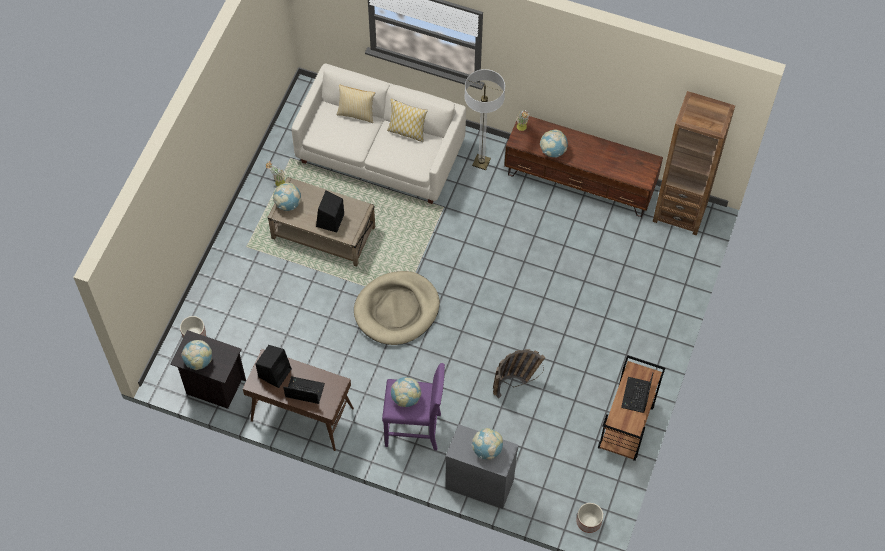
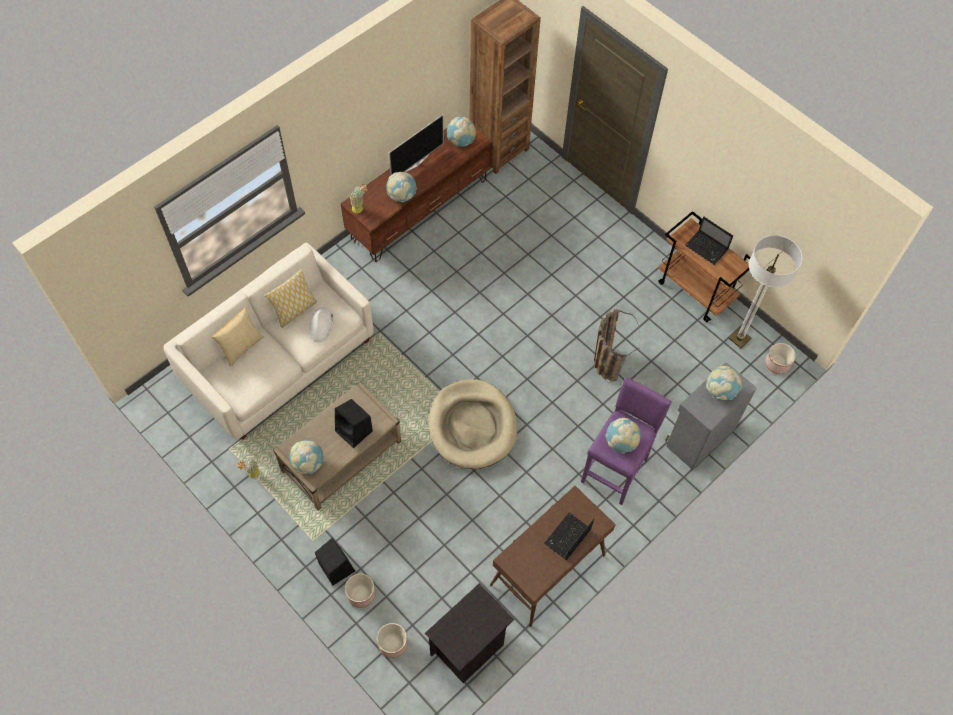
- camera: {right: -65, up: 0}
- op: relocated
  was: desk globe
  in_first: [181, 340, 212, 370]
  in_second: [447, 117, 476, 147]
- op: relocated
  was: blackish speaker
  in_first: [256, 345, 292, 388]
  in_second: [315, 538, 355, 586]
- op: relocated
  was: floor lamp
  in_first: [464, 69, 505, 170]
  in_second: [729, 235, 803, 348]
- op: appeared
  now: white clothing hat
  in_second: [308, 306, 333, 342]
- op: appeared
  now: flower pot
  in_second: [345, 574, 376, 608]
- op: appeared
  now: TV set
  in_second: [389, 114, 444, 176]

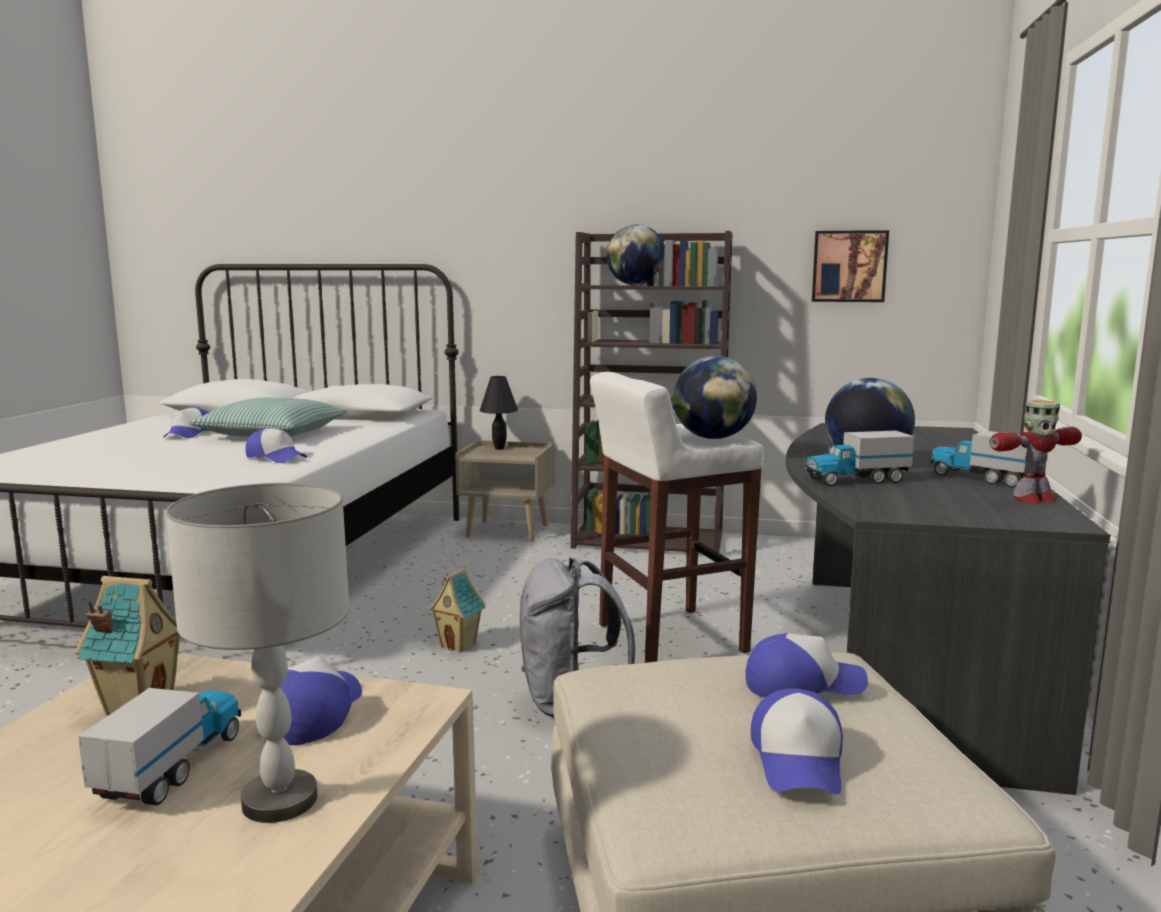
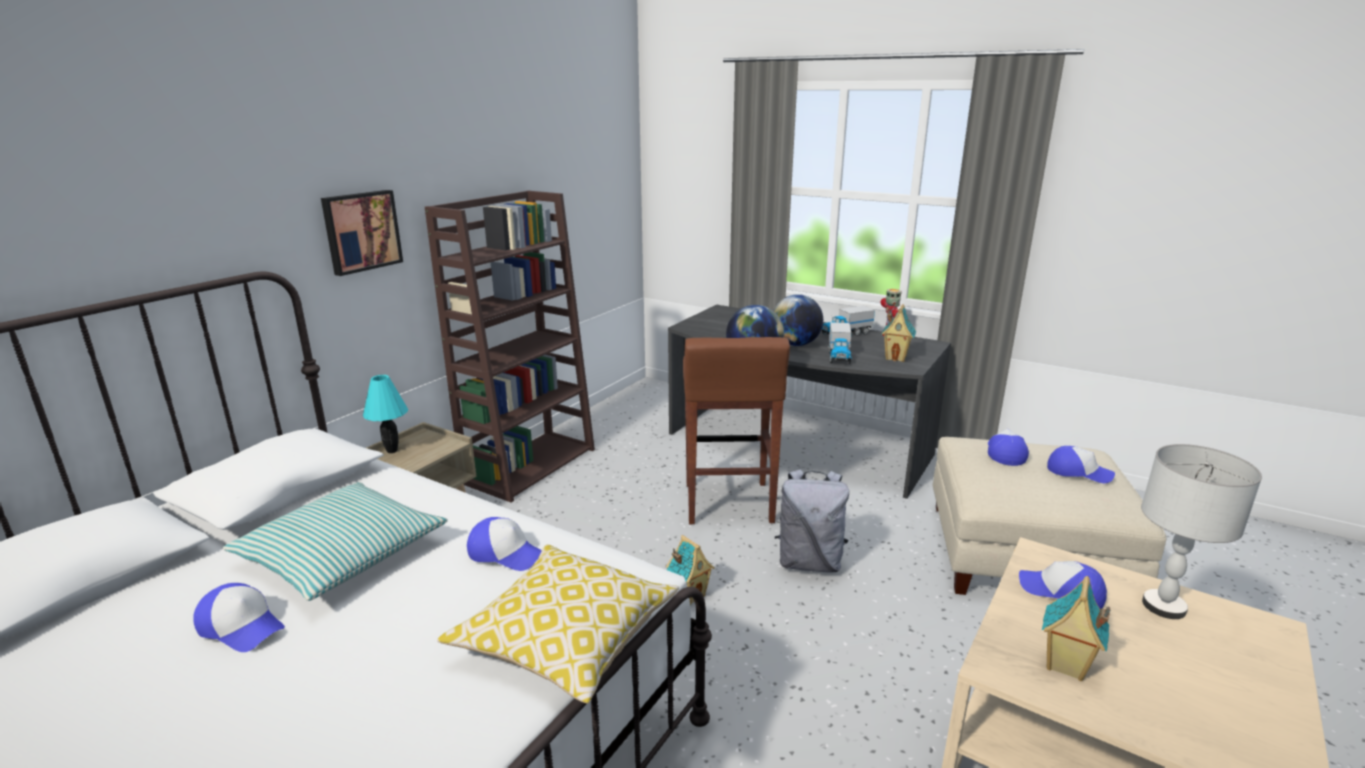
- camera: {right: -70, up: 10}
- op: missing
  was: model truck
  in_first: [78, 678, 241, 805]
- op: spun
  was: cap
  in_first: [245, 428, 307, 463]
  in_second: [467, 517, 542, 571]
  clockwise: 60
- op: colour
  was: blackish table lamp
  now: blue-green table lamp
  in_first: [480, 376, 518, 450]
  in_second: [363, 375, 408, 453]
- op: colour
  was: white stool seat
  now: brown stool seat
  in_first: [590, 372, 764, 663]
  in_second: [683, 337, 790, 524]
- op: missing
  was: desk globe
  in_first: [606, 225, 665, 285]
- op: relocated
  was: picture
  in_first: [812, 230, 889, 302]
  in_second: [321, 190, 403, 276]
- op: appeared
  now: throw pillow
  in_second: [437, 544, 679, 704]
- op: appeared
  now: toy house
  in_second: [882, 304, 916, 362]

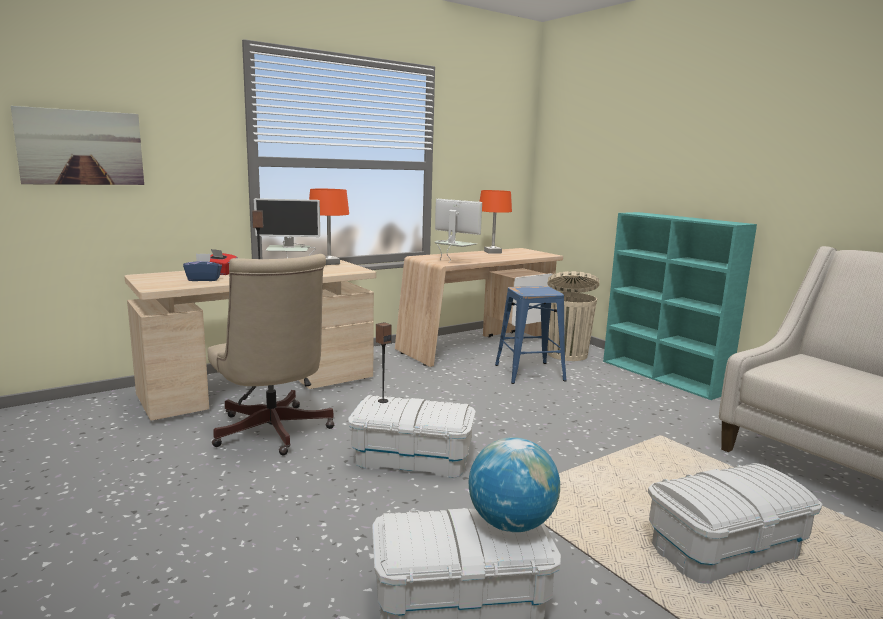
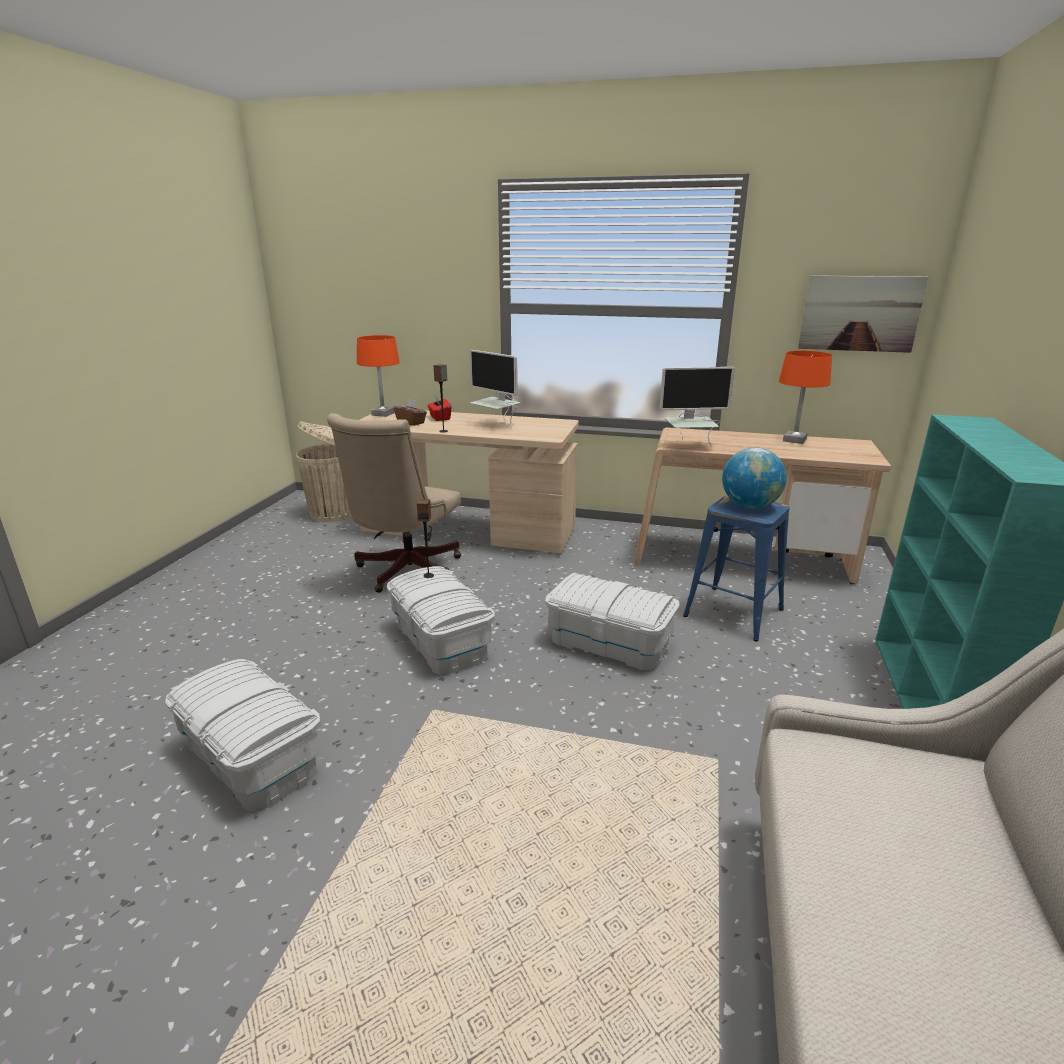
- camera: {right: 50, up: 10}
- op: relocated
  was: picture
  in_first: [11, 106, 144, 185]
  in_second: [798, 275, 928, 353]
- op: colour
  was: blue box of tissues
  now: brown box of tissues
  in_first: [183, 254, 222, 281]
  in_second: [394, 398, 427, 426]
- op: relocated
  was: orangey table lamp
  in_first: [309, 189, 349, 265]
  in_second: [357, 335, 400, 417]
- op: spun
  was: computer screen
  in_first: [435, 199, 482, 262]
  in_second: [659, 367, 735, 445]
  clockwise: 90
- op: relocated
  was: desk globe
  in_first: [469, 437, 560, 532]
  in_second: [722, 448, 787, 509]
- op: relocated
  was: sand-coloured trash can
  in_first: [547, 271, 599, 361]
  in_second: [296, 421, 352, 522]
- op: relocated
  was: white storage box
  in_first: [648, 463, 822, 584]
  in_second: [545, 573, 680, 671]

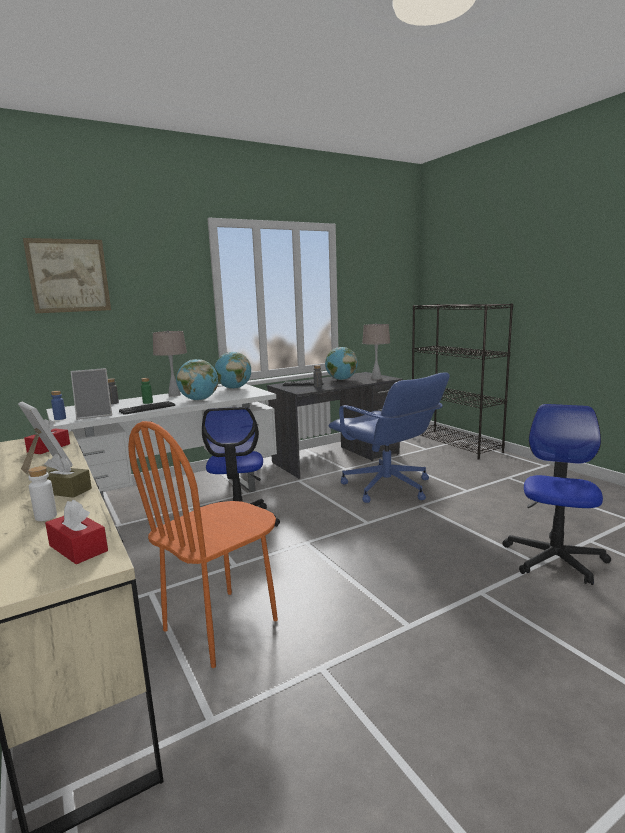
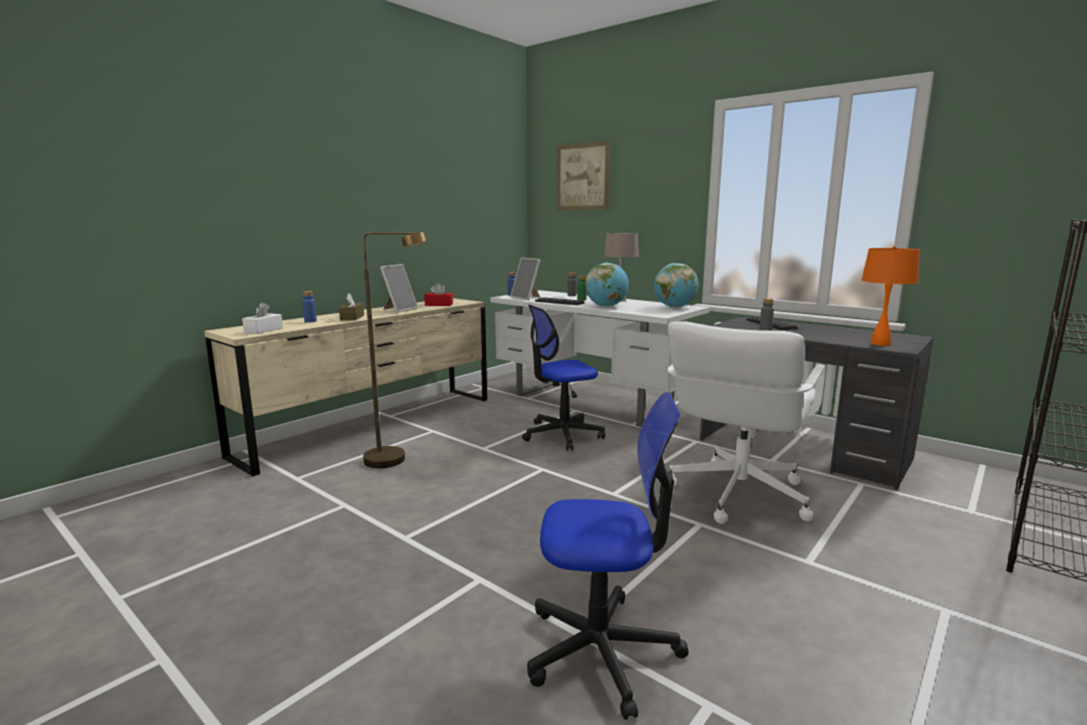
- camera: {right: 70, up: 0}
- op: colour
  was: white beverage bottle
  now: blue beverage bottle
  in_first: [28, 466, 57, 521]
  in_second: [302, 291, 317, 323]
- op: colour
  was: red-coloured box of tissues
  now: white box of tissues
  in_first: [45, 500, 108, 564]
  in_second: [242, 302, 283, 334]
- op: exchanged
  was: orangey chair
  now: brown floor lamp
  in_first: [128, 421, 278, 668]
  in_second: [363, 232, 427, 468]
- op: missing
  was: desk globe
  in_first: [325, 347, 358, 380]
- op: colour
  was: blue computer chair
  now: white computer chair
  in_first: [329, 373, 450, 503]
  in_second: [668, 321, 826, 524]
- op: colour
  was: sand-coloured table lamp
  now: orangey table lamp
  in_first: [362, 323, 390, 380]
  in_second: [862, 246, 920, 346]

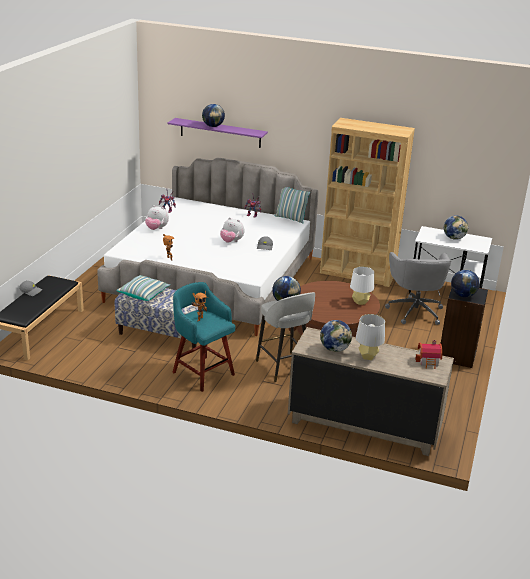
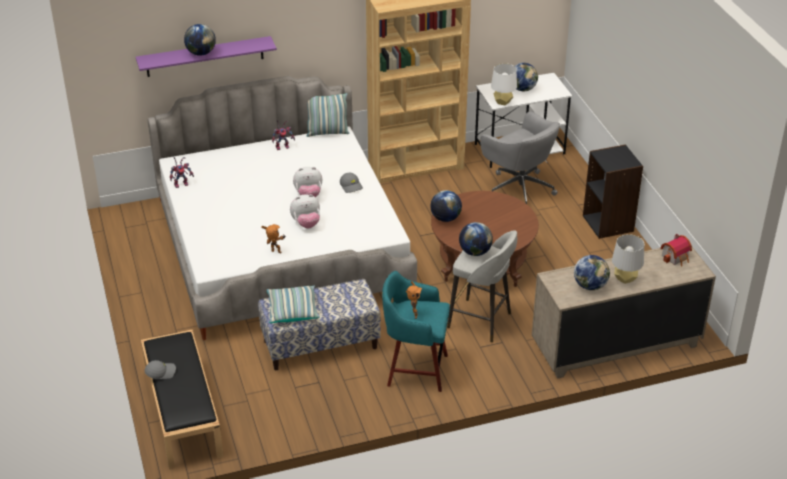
- camera: {right: -35, up: 10}
- op: relocated
  was: soft toy
  in_first: [145, 205, 169, 230]
  in_second: [290, 194, 320, 228]
- op: relocated
  was: white table lamp
  in_first: [350, 266, 374, 305]
  in_second: [491, 63, 517, 105]
- op: relocated
  was: desk globe
  in_first: [451, 270, 480, 297]
  in_second: [430, 190, 462, 222]

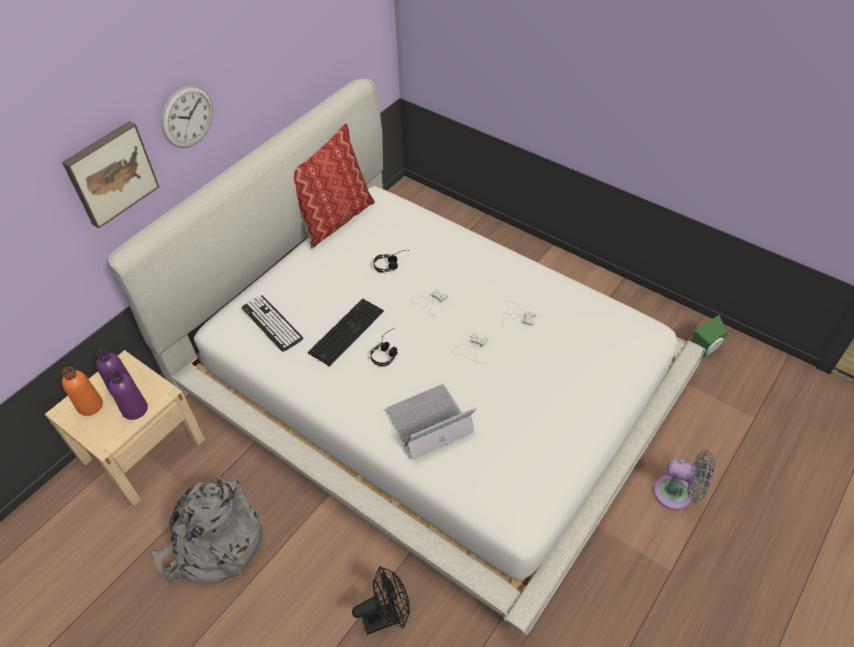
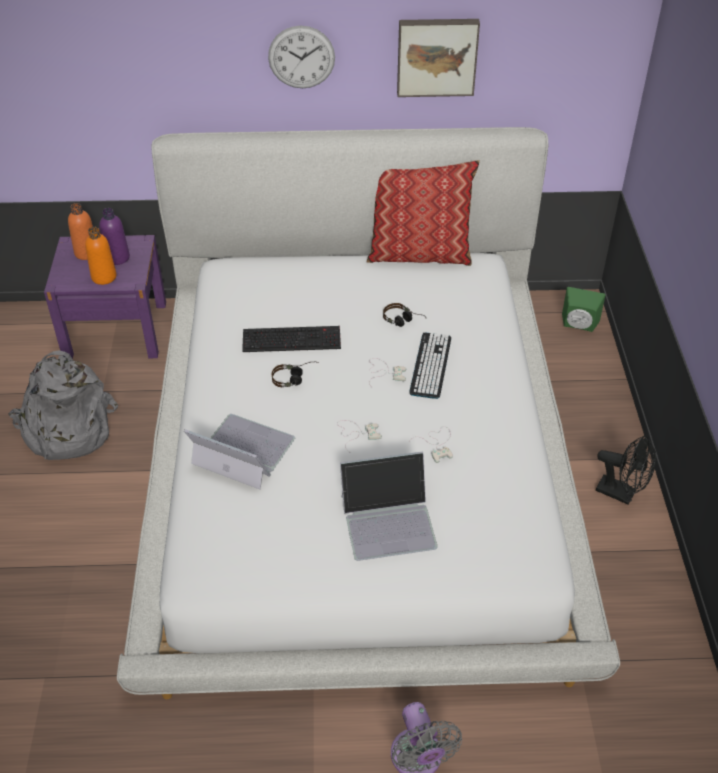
- camera: {right: 50, up: -5}
- op: colour
  was: sand-coloured bedside table
  now: purple-coloured bedside table
  in_first: [45, 350, 205, 506]
  in_second: [44, 235, 166, 359]
- op: relocated
  was: picture
  in_first: [62, 121, 159, 229]
  in_second: [397, 19, 480, 97]
- op: colour
  was: purple-coloured beverage bottle
  now: orangey beverage bottle
  in_first: [109, 371, 148, 420]
  in_second: [85, 227, 117, 285]
- op: relocated
  was: PC keyboard
  in_first: [242, 296, 303, 352]
  in_second: [409, 333, 451, 399]
- op: relocated
  was: blackish fan
  in_first: [352, 566, 410, 634]
  in_second: [596, 435, 656, 505]
- op: relocated
  was: green speaker
  in_first: [691, 315, 728, 358]
  in_second: [562, 287, 605, 332]
- op: appeared
  now: notebook computer
  in_second: [340, 451, 438, 561]

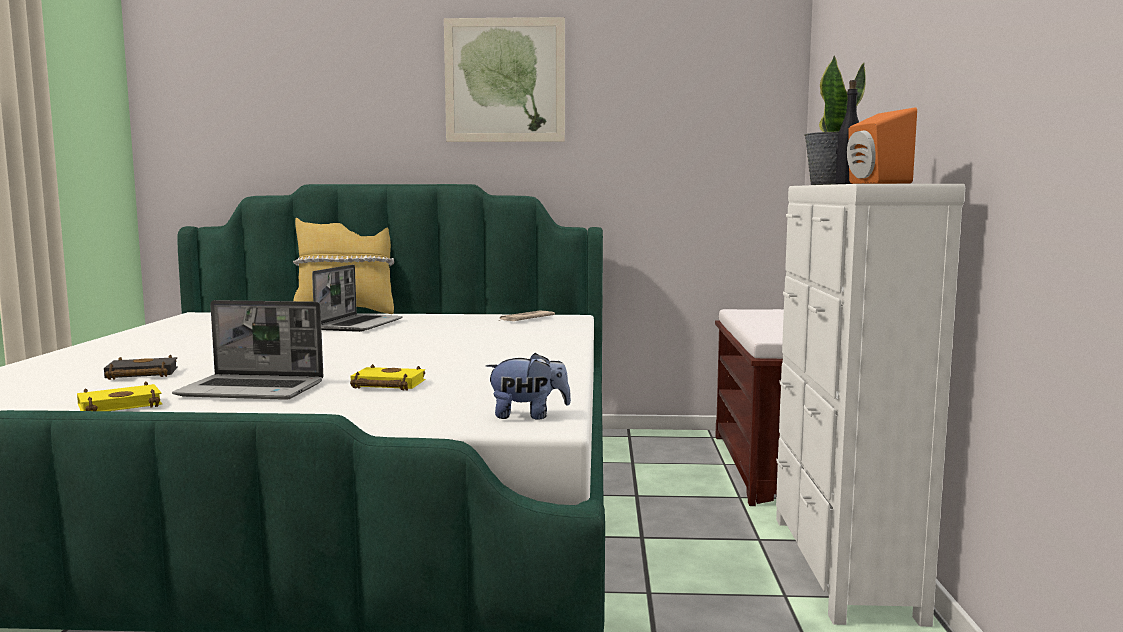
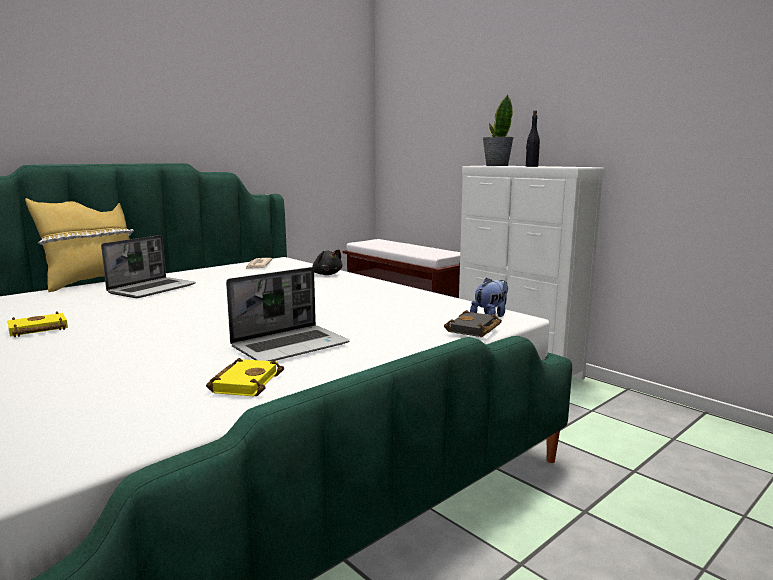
- camera: {right: -45, up: 5}
- op: relocated
  was: blackish volume
  in_first: [104, 355, 178, 380]
  in_second: [444, 310, 502, 337]
- op: spun
  was: notebook computer
  in_first: [312, 265, 403, 332]
  in_second: [101, 235, 196, 298]
  clockwise: 60
- op: relocated
  was: yellow-coloured volume
  in_first: [350, 364, 426, 391]
  in_second: [7, 312, 68, 337]
- op: missing
  was: picture
  in_first: [444, 17, 565, 142]
- op: missing
  was: orangey speaker
  in_first: [847, 107, 917, 184]
- op: appeared
  now: blackish soft toy
  in_second: [312, 249, 343, 275]

